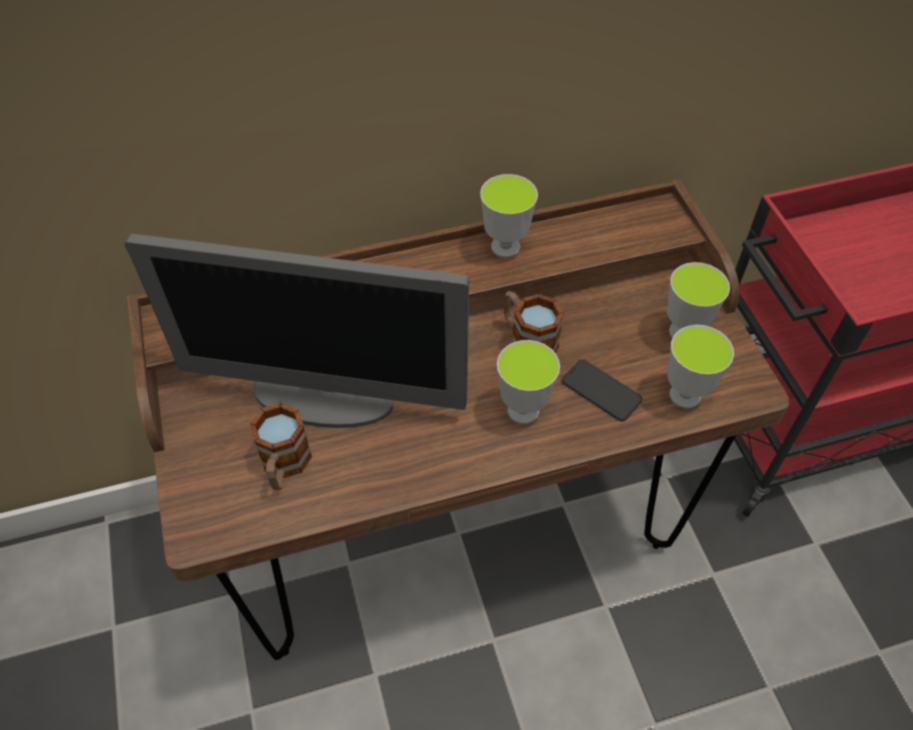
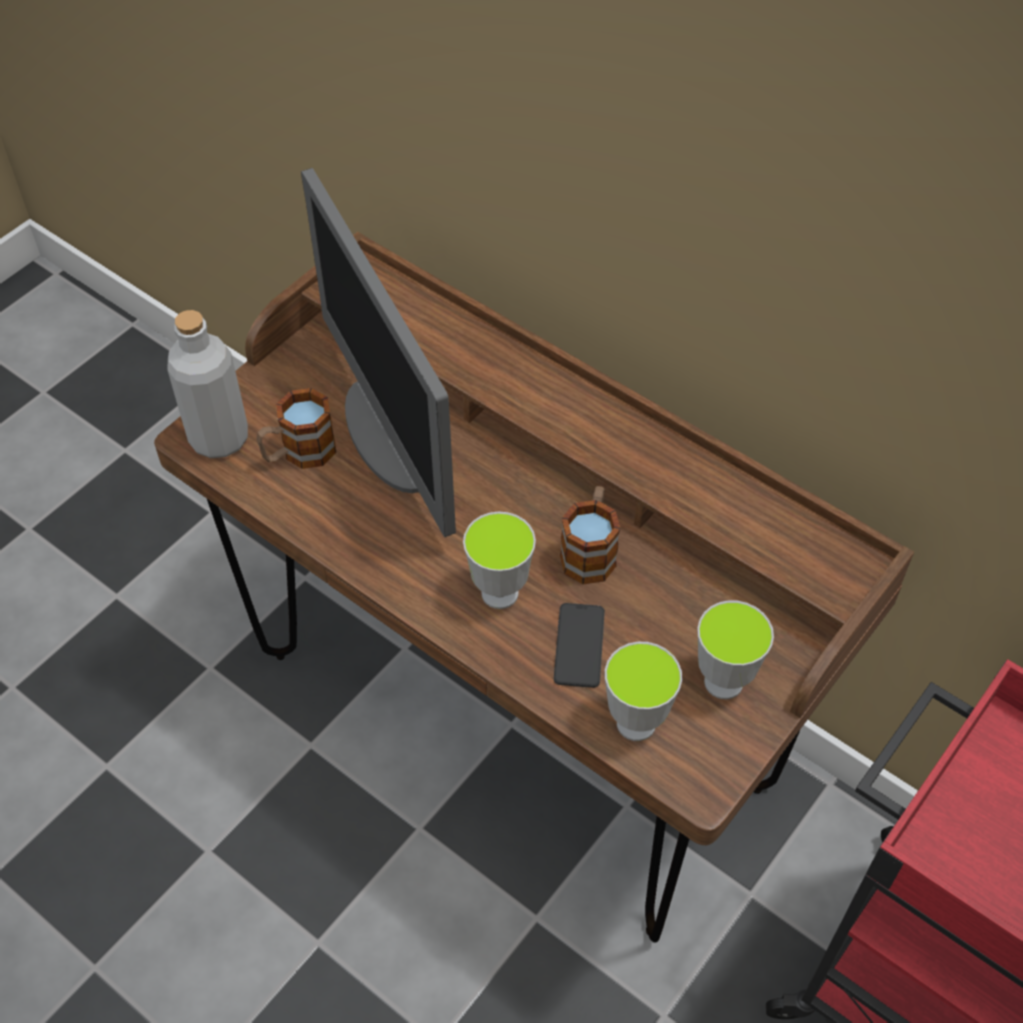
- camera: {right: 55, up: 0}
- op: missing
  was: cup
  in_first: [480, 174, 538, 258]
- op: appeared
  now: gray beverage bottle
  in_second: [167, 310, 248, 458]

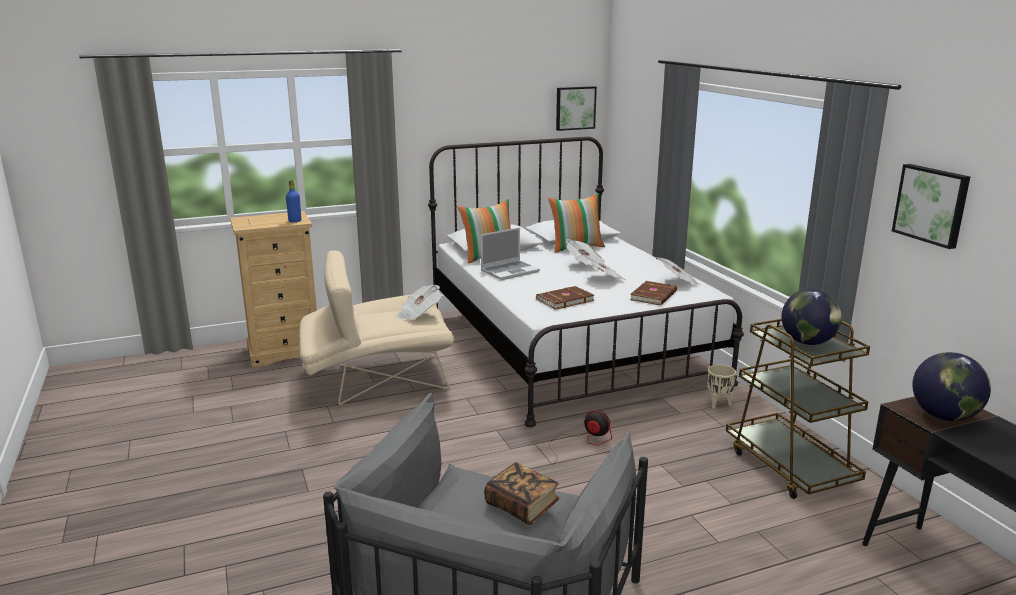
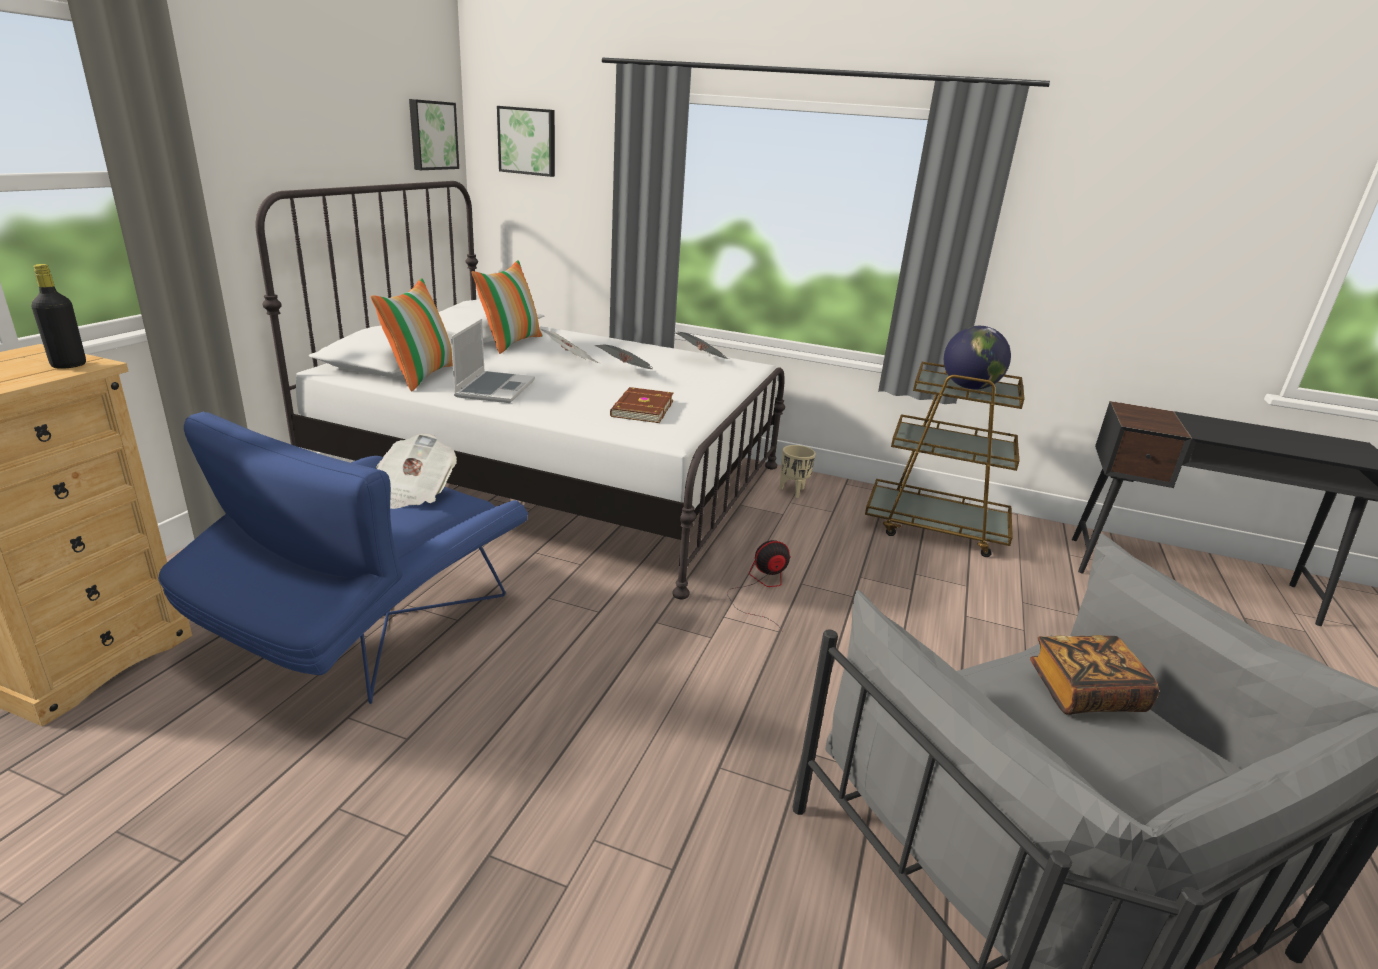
- camera: {right: -50, up: 5}
- op: colour
  was: blue beverage bottle
  now: blackish beverage bottle
  in_first: [286, 180, 301, 222]
  in_second: [31, 264, 86, 369]
- op: colour
  was: sand-coloured lounge chair
  now: blue lounge chair
  in_first: [300, 250, 454, 405]
  in_second: [159, 412, 528, 704]
- op: missing
  was: brown volume
  in_first: [630, 281, 677, 305]
- op: relocated
  was: picture
  in_first: [892, 164, 970, 249]
  in_second: [497, 106, 555, 177]
- op: missing
  was: desk globe
  in_first: [912, 352, 991, 421]

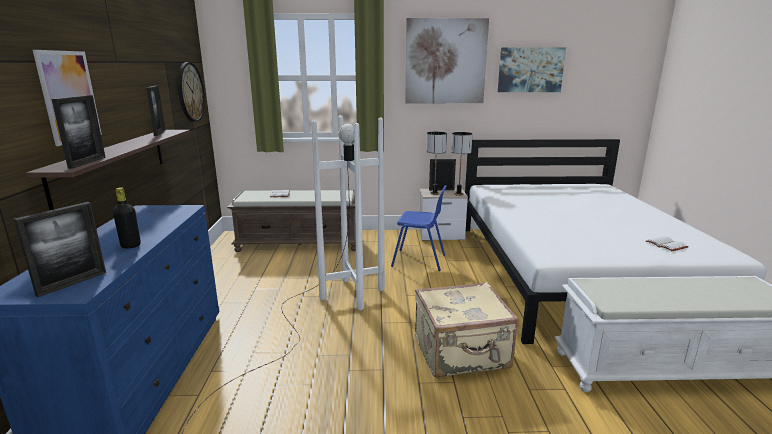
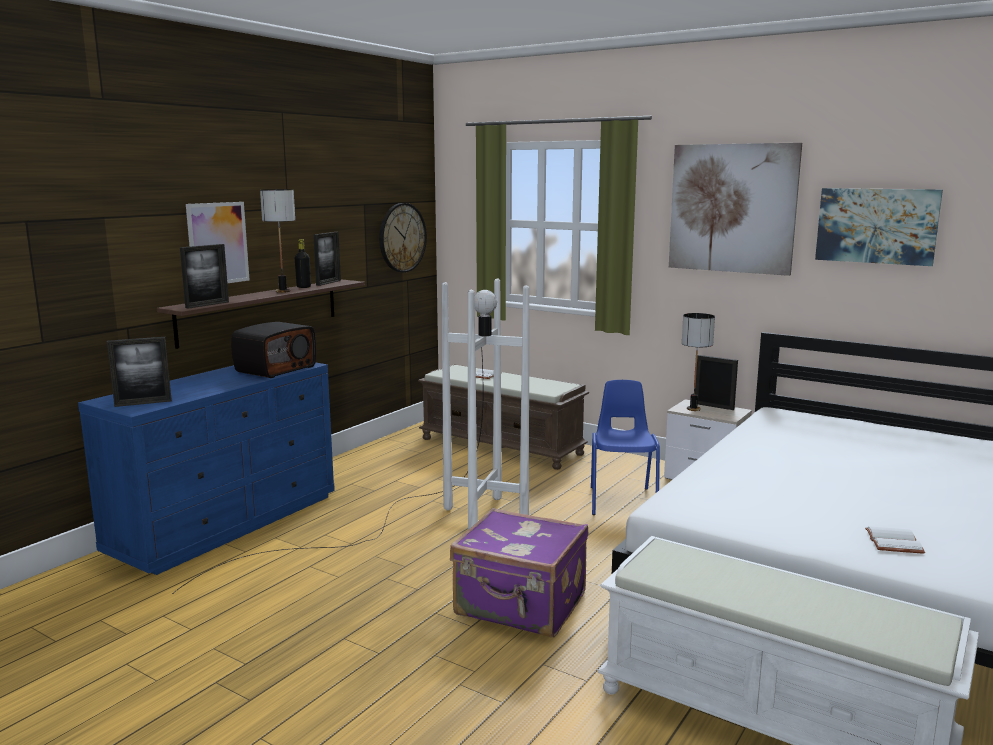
- camera: {right: 35, up: -5}
- op: relocated
  was: blackish beverage bottle
  in_first: [113, 188, 141, 248]
  in_second: [295, 239, 311, 288]
- op: spun
  was: blue chair
  in_first: [391, 185, 447, 271]
  in_second: [591, 380, 660, 515]
  clockwise: -135
- op: colour
  was: sand-coloured piece of luggage
  now: purple-coloured piece of luggage
  in_first: [415, 282, 519, 378]
  in_second: [450, 508, 588, 637]
- op: relocated
  was: table lamp
  in_first: [451, 132, 473, 196]
  in_second: [260, 189, 295, 293]
- op: appeared
  now: radio receiver
  in_second: [231, 322, 316, 378]

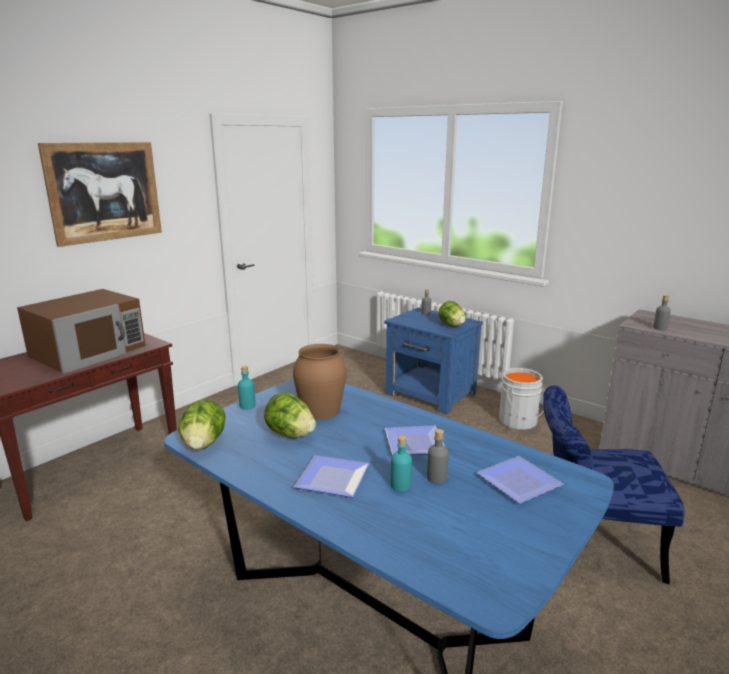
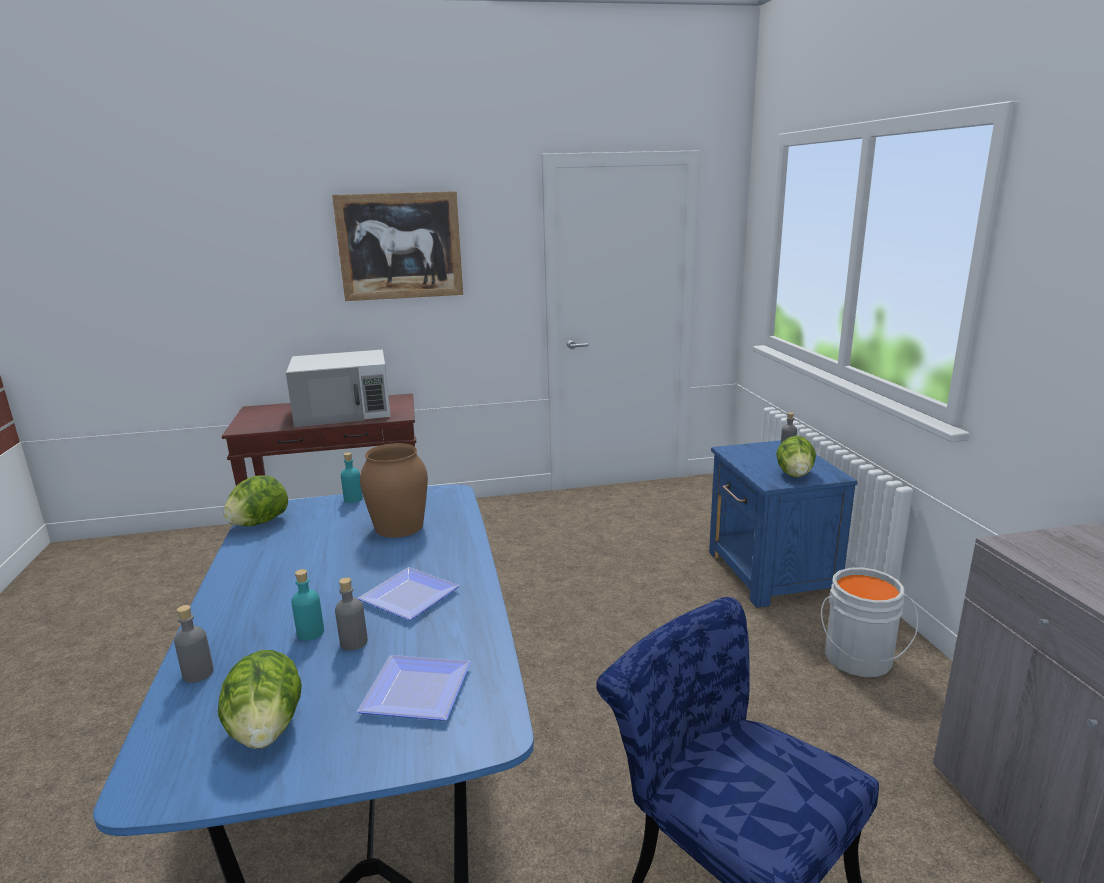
- camera: {right: 40, up: 0}
- op: colour
  was: brown microwave oven
  now: white microwave oven
  in_first: [17, 289, 146, 373]
  in_second: [286, 349, 391, 427]
- op: relocated
  was: lettuce
  in_first: [264, 393, 316, 438]
  in_second: [218, 650, 302, 749]
- op: missing
  was: plate
  in_first: [294, 455, 369, 497]
- op: relocated
  was: gray beverage bottle
  in_first: [653, 295, 671, 330]
  in_second: [174, 605, 214, 683]

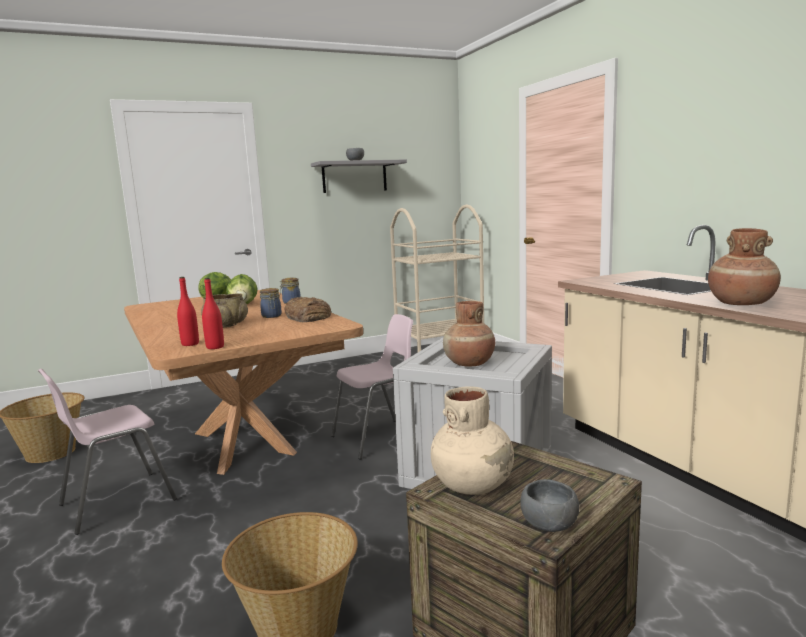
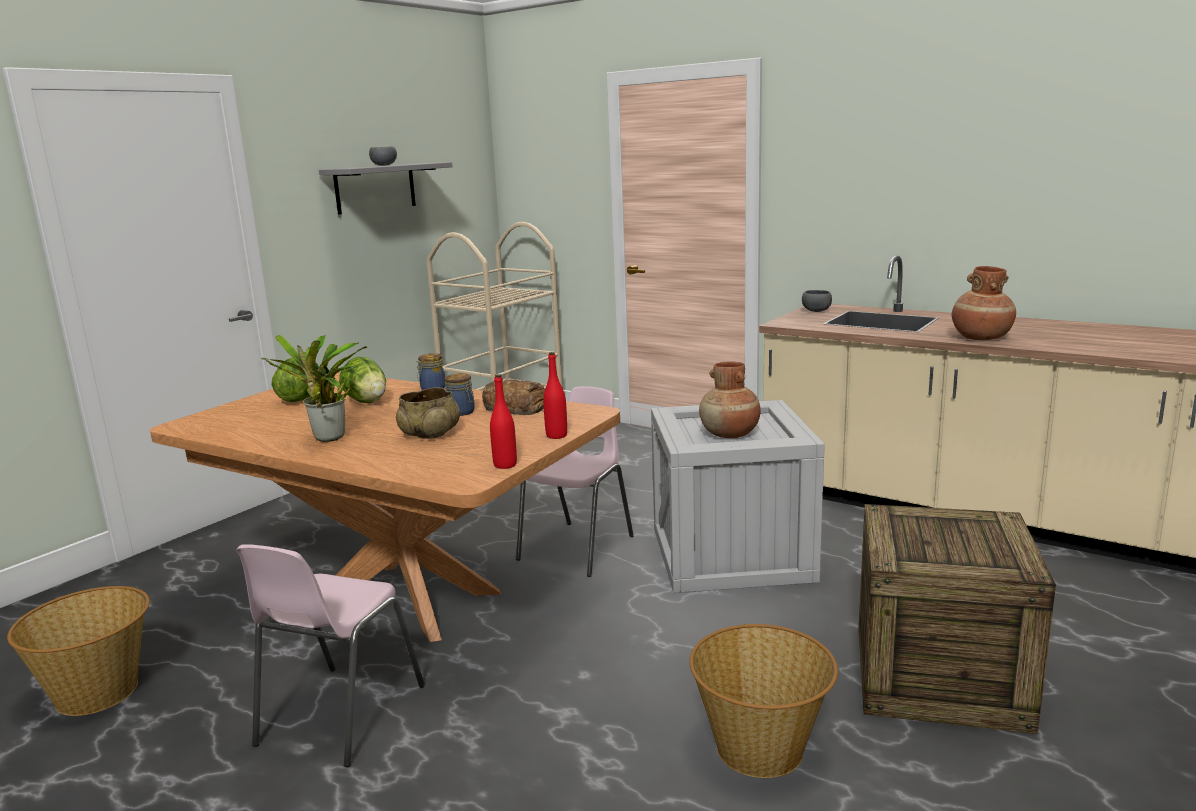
- camera: {right: -30, up: 5}
- op: relocated
  was: red-coloured beverage bottle
  in_first: [177, 277, 199, 346]
  in_second: [543, 352, 567, 439]
- op: missing
  was: sand-coloured vase
  in_first: [431, 386, 514, 495]
- op: relocated
  was: gray deep dish
  in_first: [520, 479, 579, 532]
  in_second: [802, 290, 832, 312]
- op: appeared
  now: houseplant
  in_second: [261, 335, 367, 442]

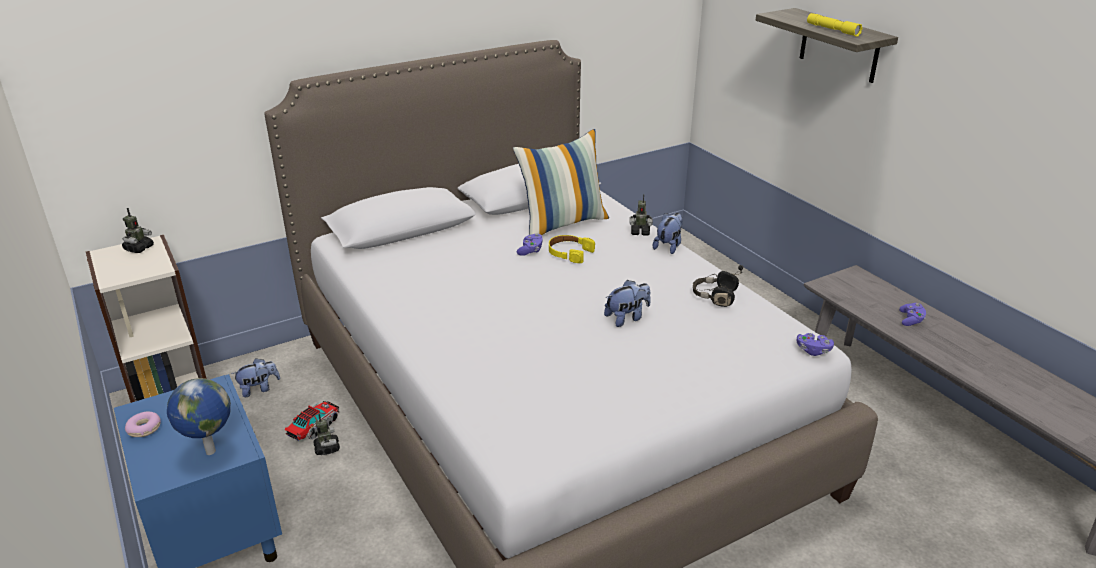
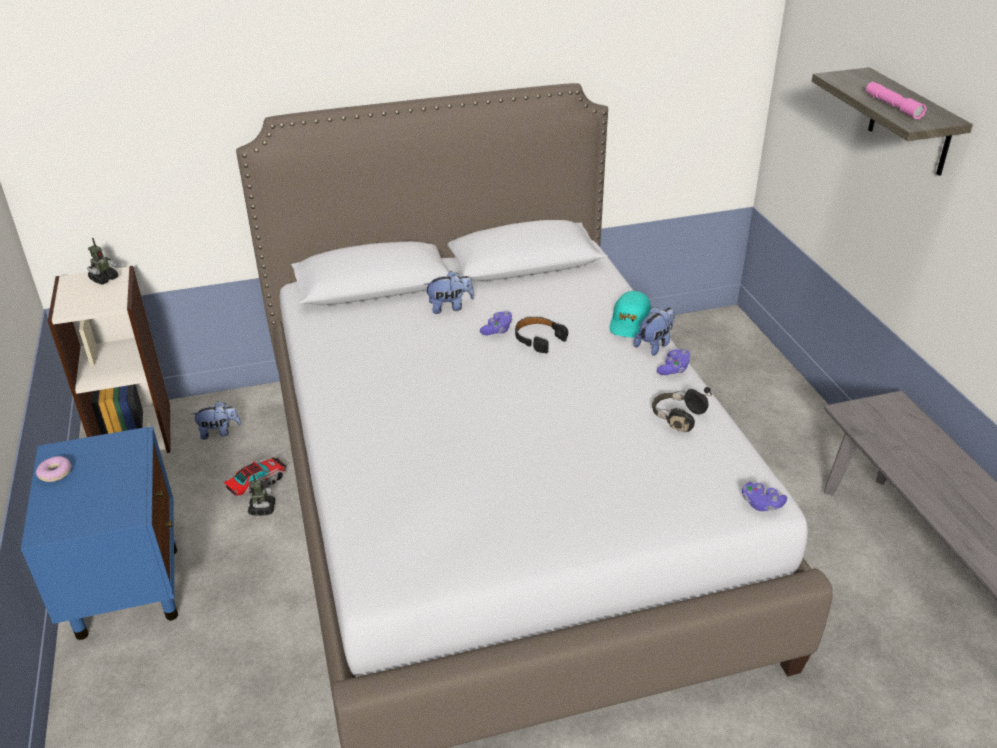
- camera: {right: 15, up: 5}
- op: missing
  was: desk globe
  in_first: [167, 378, 231, 455]
- op: missing
  was: throw pillow
  in_first: [513, 129, 609, 235]
- op: colour
  was: yellow-coloured pair of headphones
  now: blackish pair of headphones
  in_first: [549, 235, 595, 263]
  in_second: [515, 317, 568, 353]
- op: relocated
  was: soft toy
  in_first: [604, 280, 651, 327]
  in_second: [424, 271, 474, 314]
- op: exchanged
  was: robot figure
  now: blue-green cap
  in_first: [629, 194, 653, 236]
  in_second: [609, 291, 651, 338]
- op: colour
  was: yellow-coloured flashlight
  now: pink-coloured flashlight
  in_first: [807, 13, 863, 37]
  in_second: [866, 82, 927, 119]
- op: relocated
  was: purple-coloured gamepad
  in_first: [899, 303, 926, 326]
  in_second: [657, 349, 691, 375]

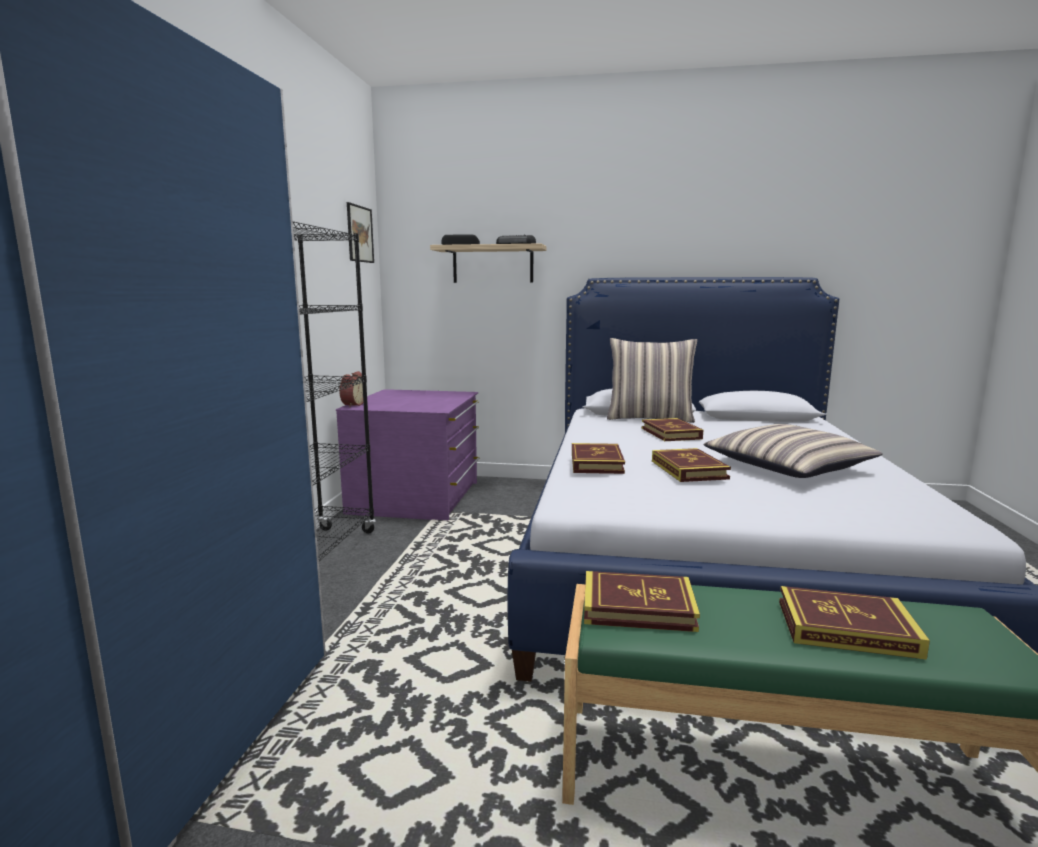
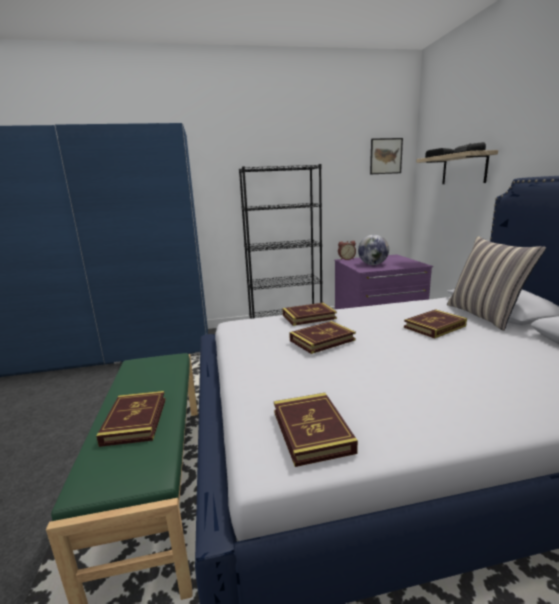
- camera: {right: 70, up: 5}
- op: relocated
  was: volume
  in_first: [584, 571, 700, 632]
  in_second: [274, 393, 358, 467]
- op: missing
  was: throw pillow
  in_first: [704, 424, 883, 478]
- op: appeared
  now: desk globe
  in_second: [358, 235, 389, 265]

